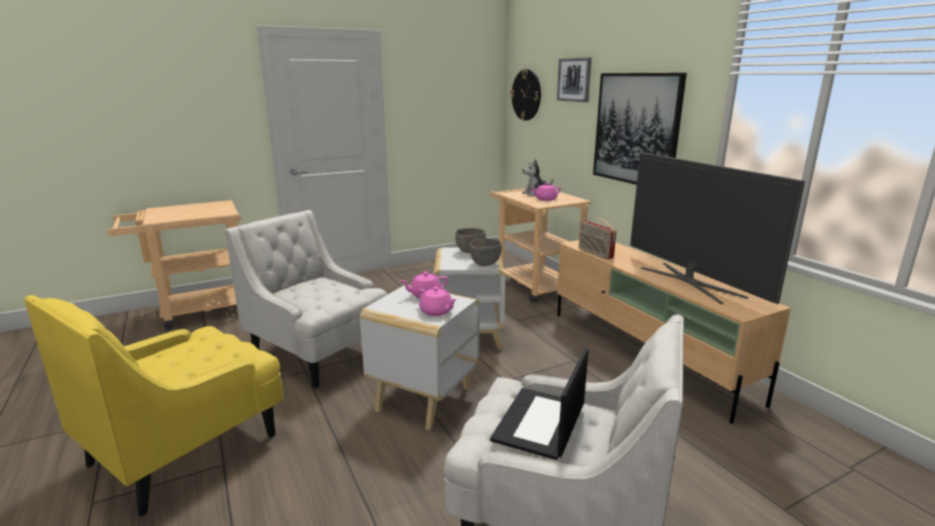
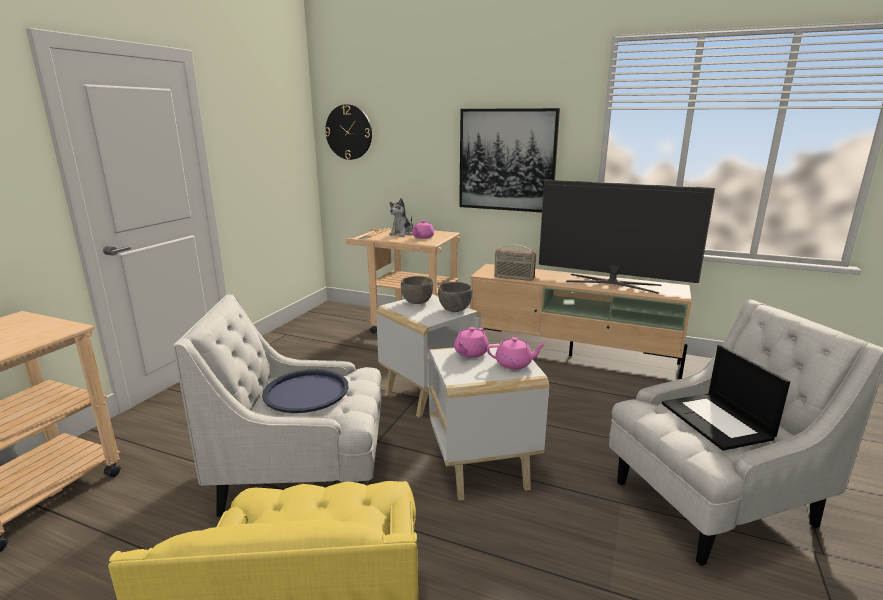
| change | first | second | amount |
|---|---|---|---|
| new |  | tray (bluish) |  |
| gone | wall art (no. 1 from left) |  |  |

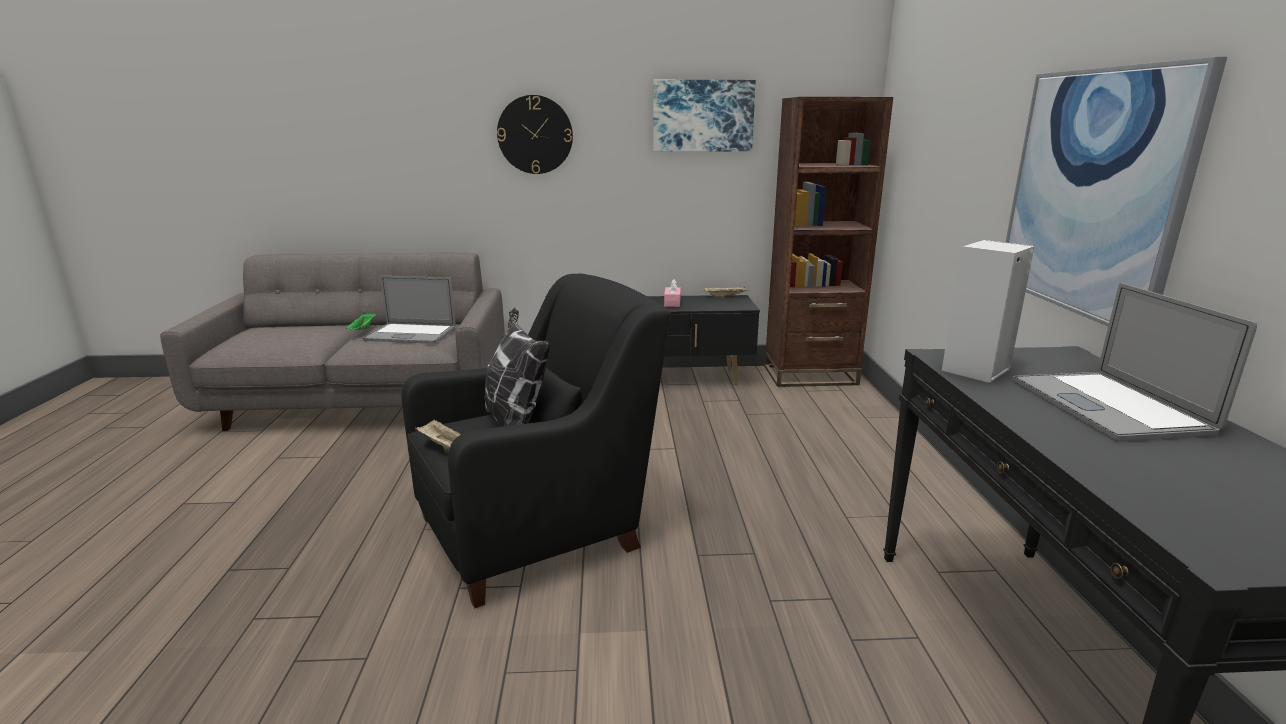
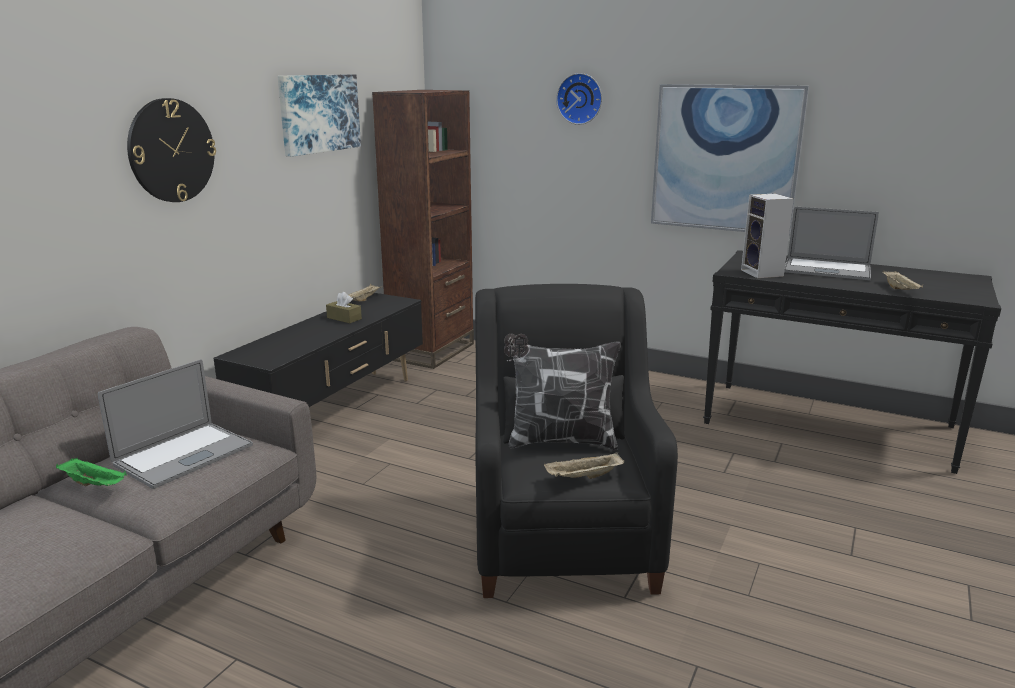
| change | first | second | amount |
|---|---|---|---|
| repainted | tissue box (pinkish) | tissue box (brownish) |  |
| new |  | wall clock (no. 2 from left) |  |
| new |  | tray (beige-coloured) (no. 3 from left) |  |

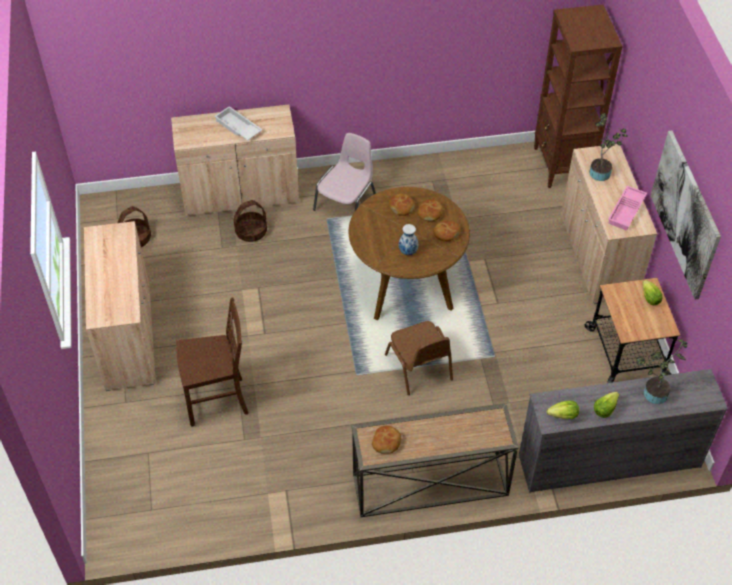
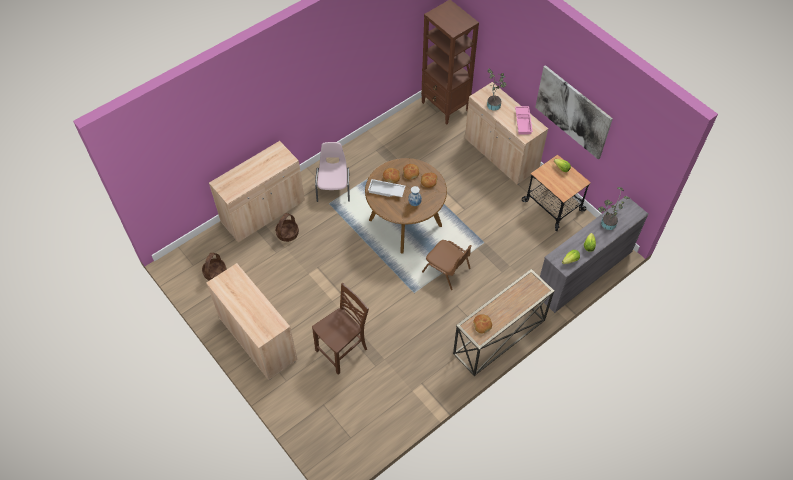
| change | first | second | amount |
|---|---|---|---|
| shifted | tray (whitish) |  |  |

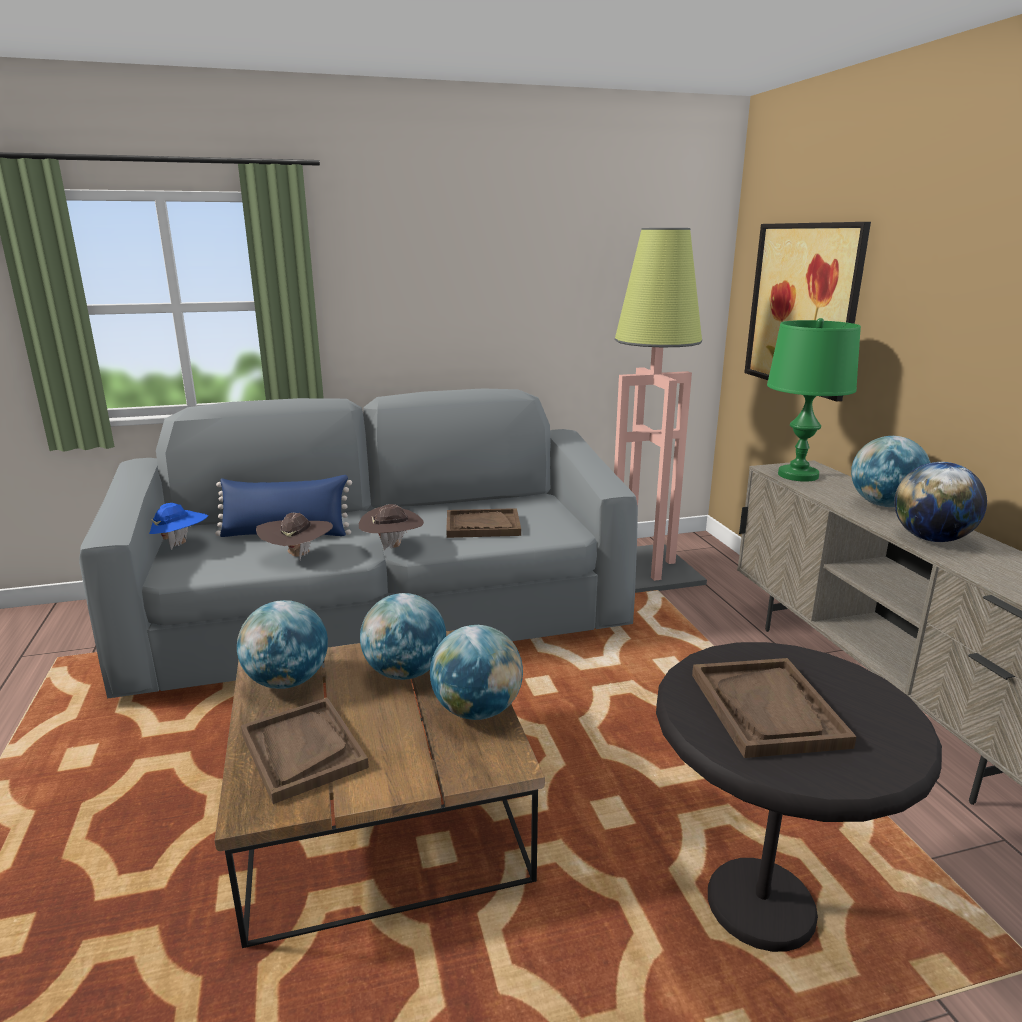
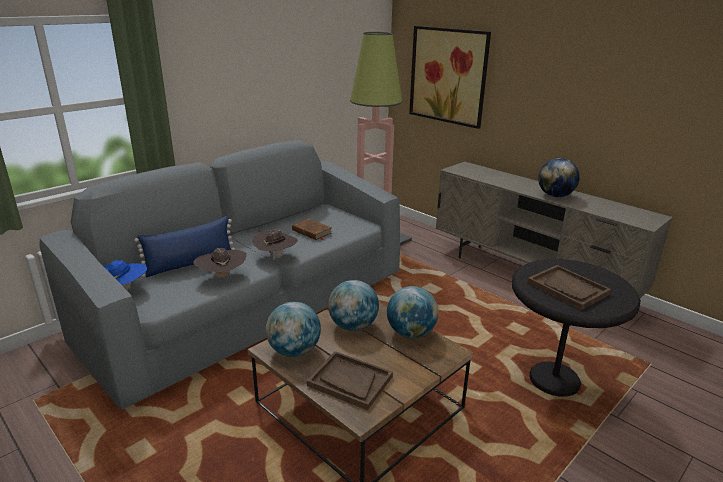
| change | first | second | amount |
|---|---|---|---|
| swapped | tray (brownish) (no. 2 from left) | bound book (brownish) |  |
| gone | tabletop lamp (greenish) |  |  |
| gone | desk globe (no. 4 from left) |  |  |

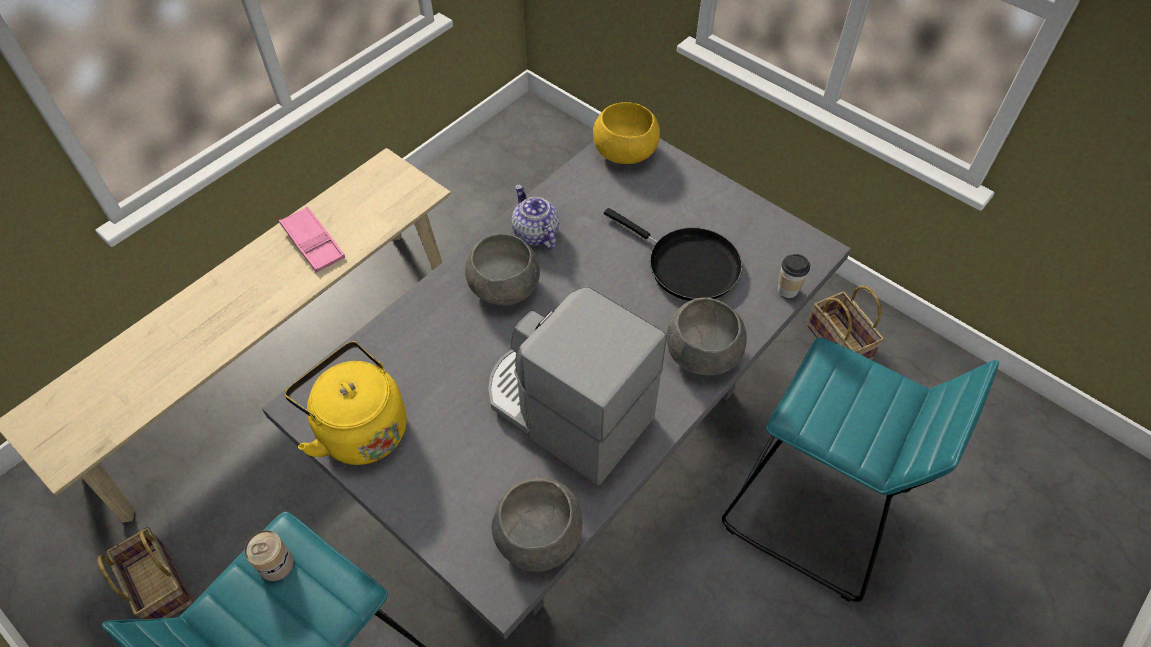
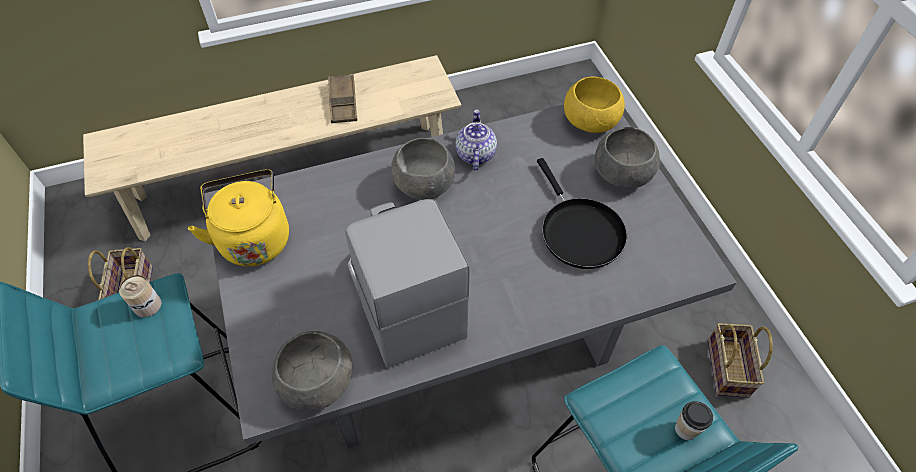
| change | first | second | amount |
|---|---|---|---|
| repainted | tray (pinkish) | tray (brownish) |  |
| shifted | serving bowl (greyish) (no. 3 from left) |  |  |
| shifted | small cup |  |  |

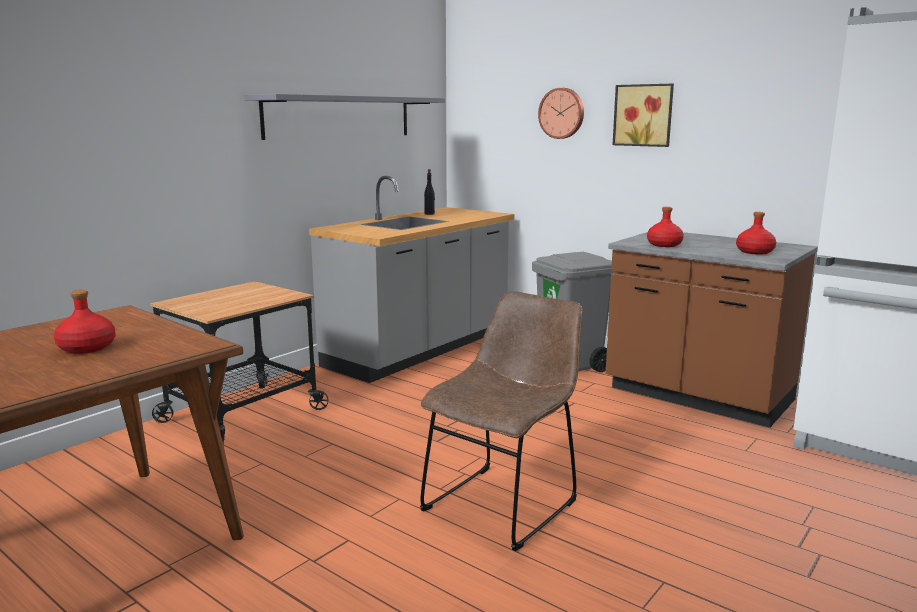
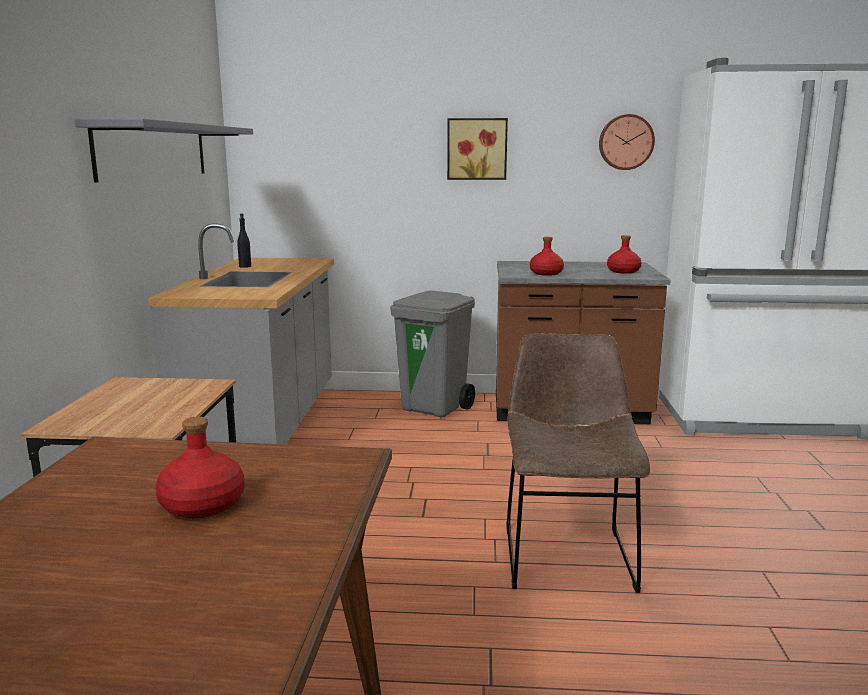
| change | first | second | amount |
|---|---|---|---|
| shifted | wall clock |  |  |

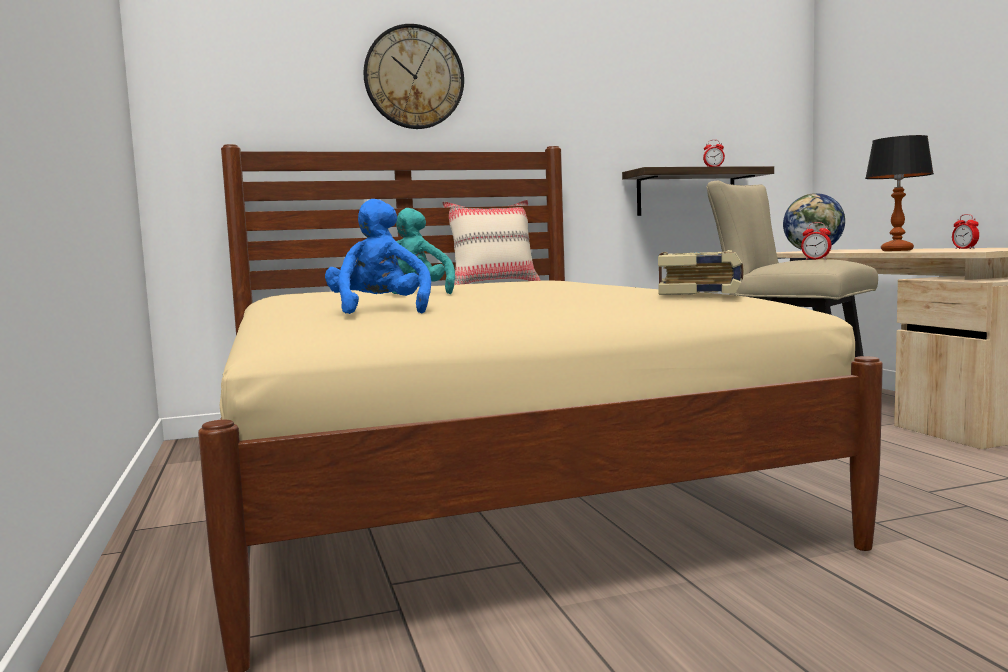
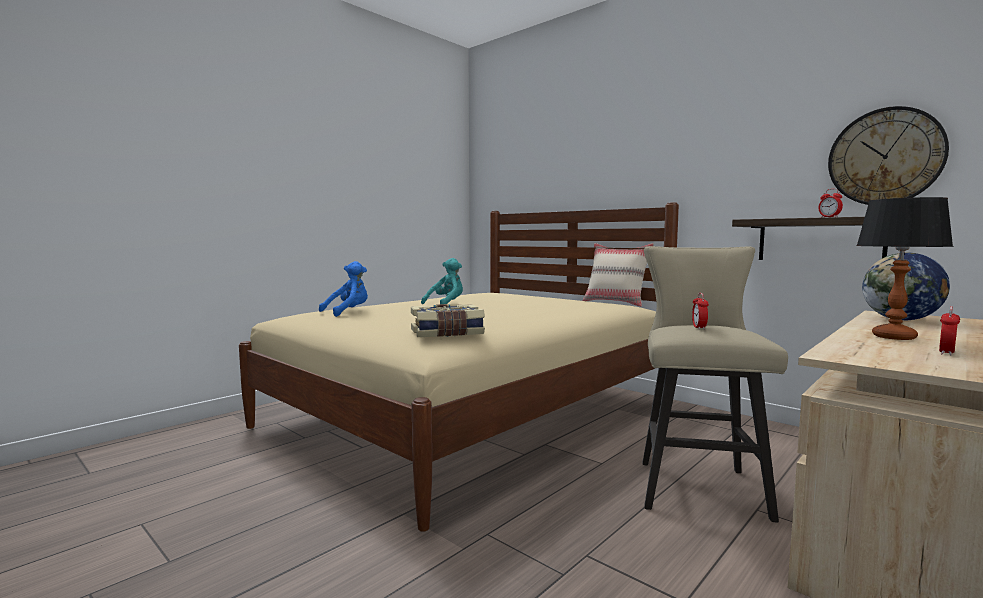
| change | first | second | amount |
|---|---|---|---|
| shifted | wall clock |  |  |

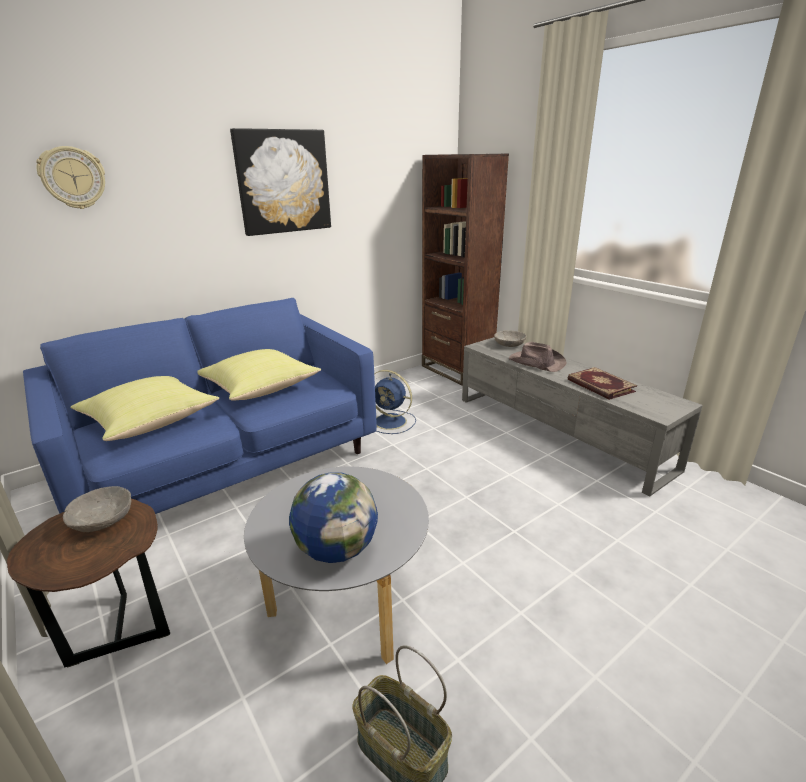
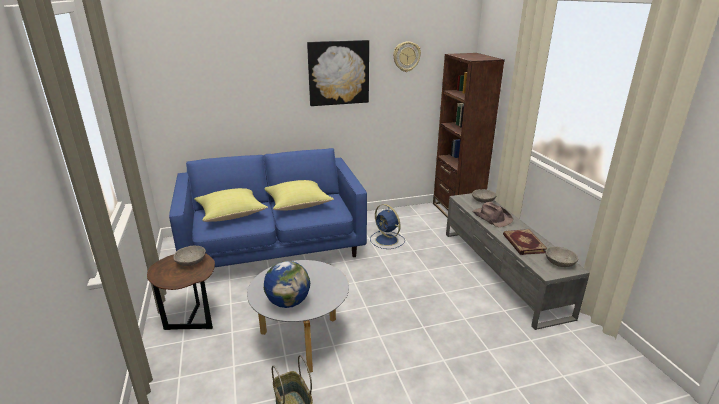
| change | first | second | amount |
|---|---|---|---|
| shifted | wall clock |  |  |
| new |  | serving bowl (greyish) (no. 3 from left) |  |

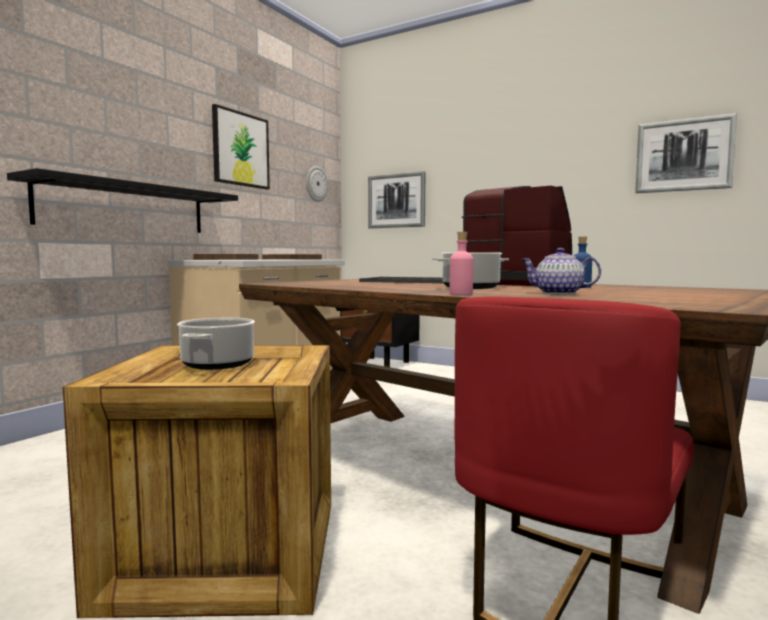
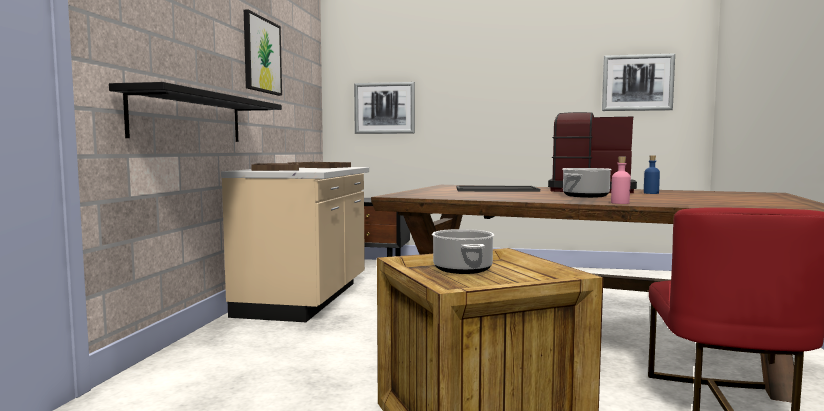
| change | first | second | amount |
|---|---|---|---|
| gone | wall clock |  |  |
| gone | tea pot |  |  |

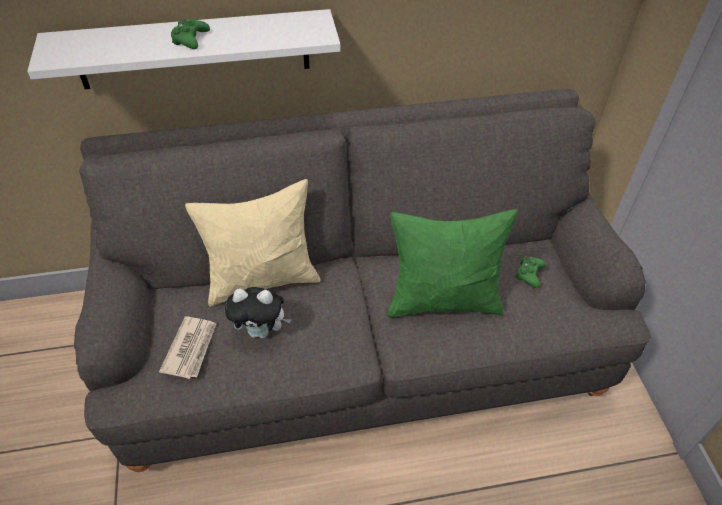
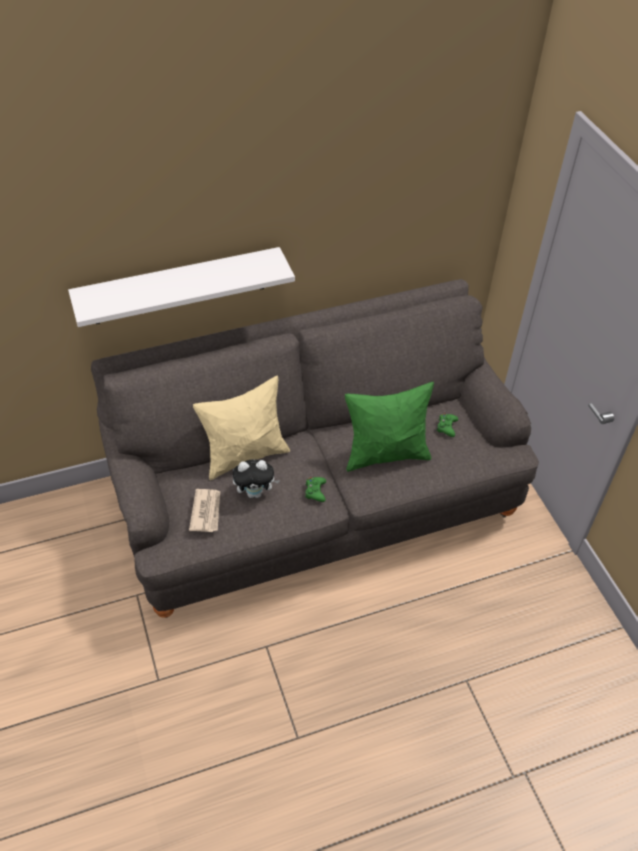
| change | first | second | amount |
|---|---|---|---|
| shifted | gamepad (greenish) (no. 1 from left) |  |  |

